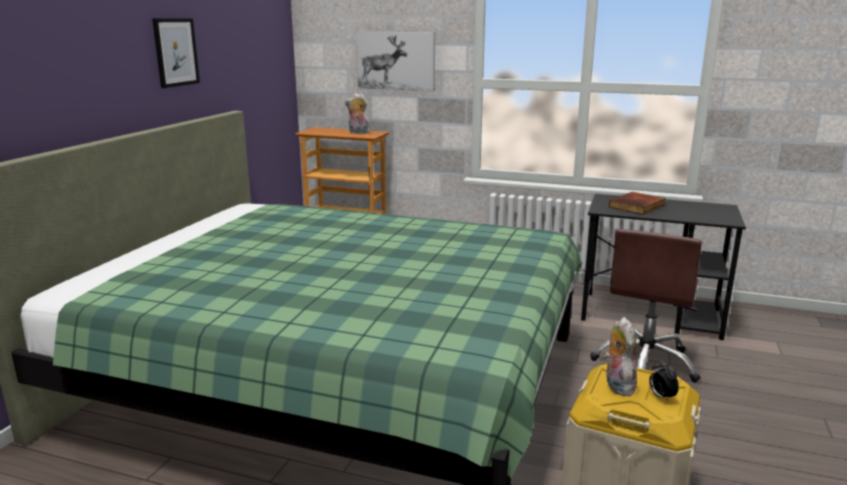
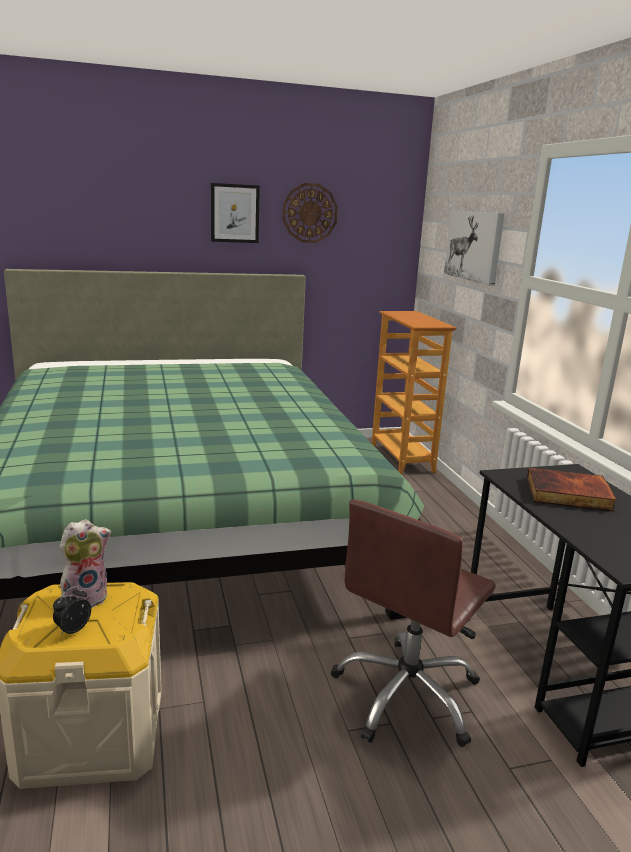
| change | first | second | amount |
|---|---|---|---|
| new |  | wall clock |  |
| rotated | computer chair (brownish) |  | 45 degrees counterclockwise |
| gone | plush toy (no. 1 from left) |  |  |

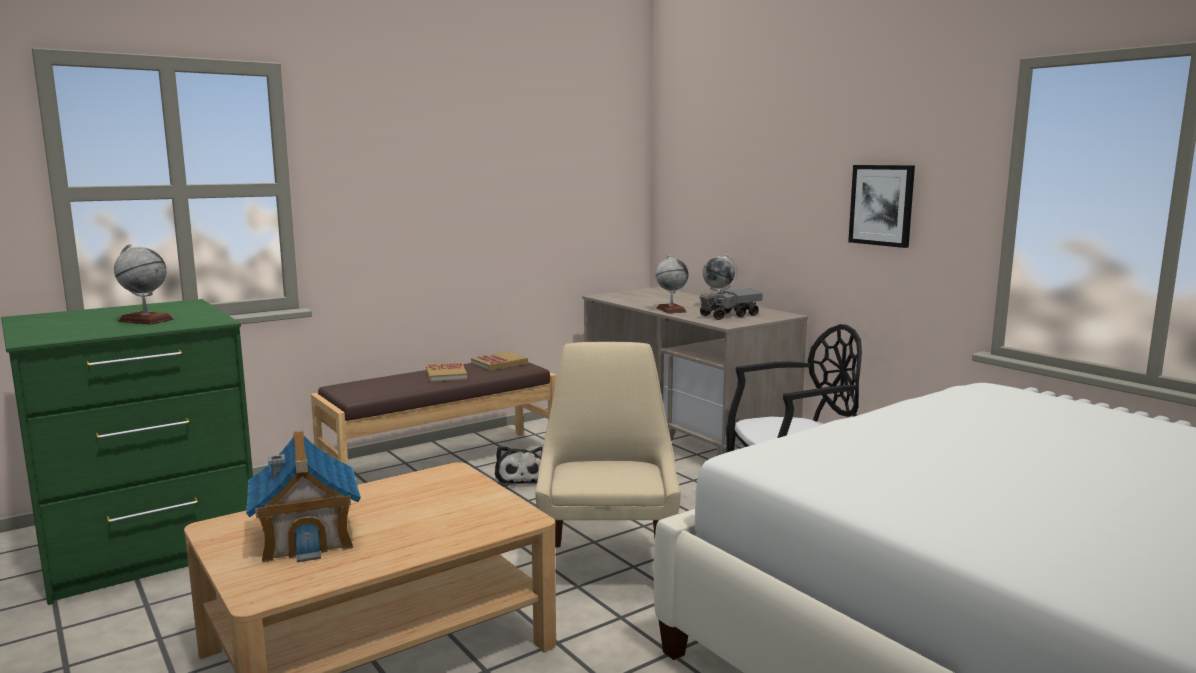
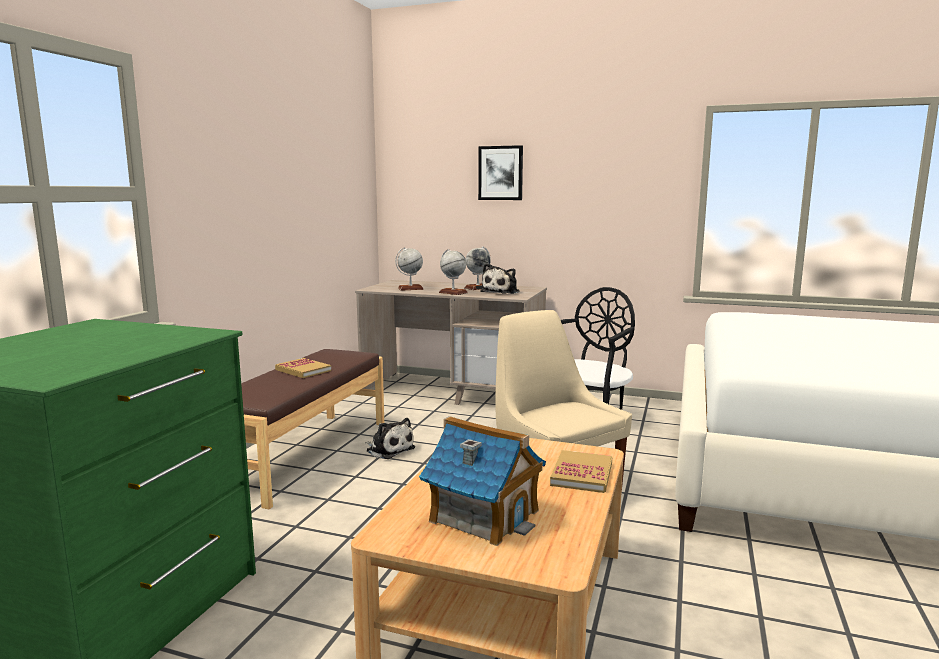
| change | first | second | amount |
|---|---|---|---|
| shifted | desk globe (no. 1 from left) |  |  |
| shifted | wall art |  |  |
| swapped | toy lorry | plush toy (no. 2 from left) |  |
| shifted | bound book (no. 2 from left) |  |  |

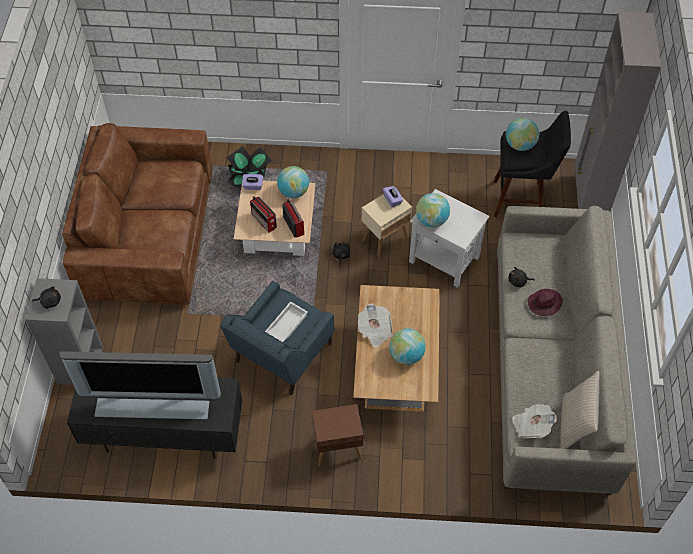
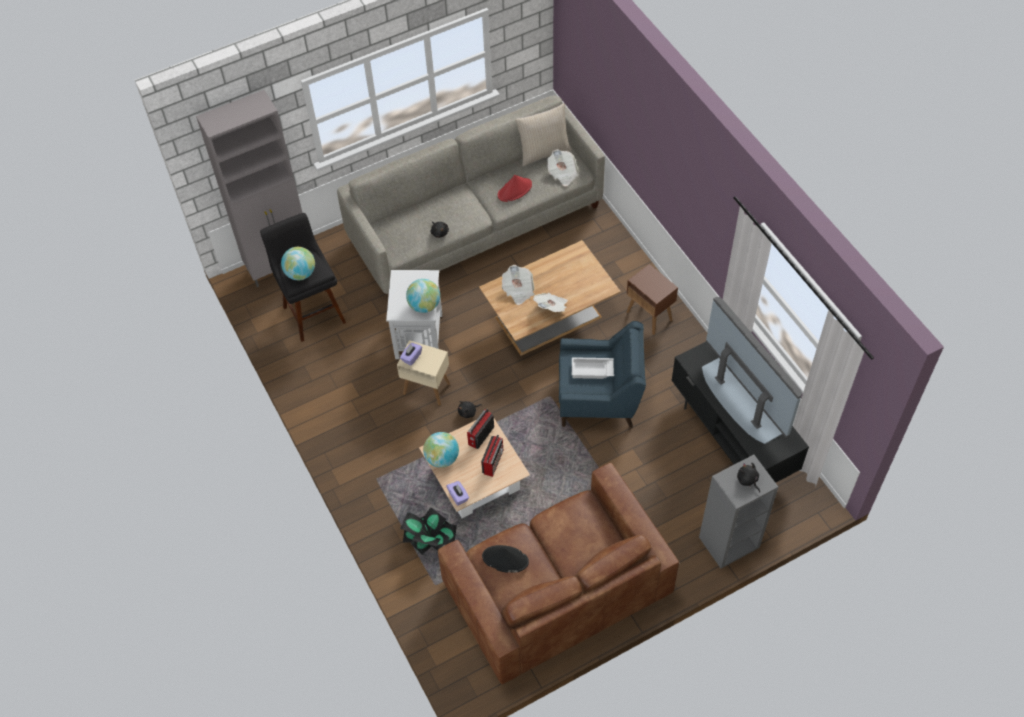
| change | first | second | amount |
|---|---|---|---|
| new |  | hat (black-coloured) |  |
| new |  | hat (red) |  |
| new |  | newspaper (no. 1 from left) |  |
| gone | desk globe (no. 2 from left) |  |  |
| gone | hat (purplish) |  |  |

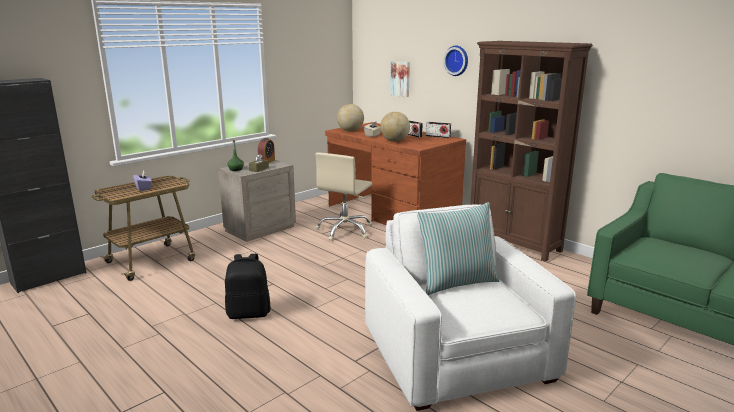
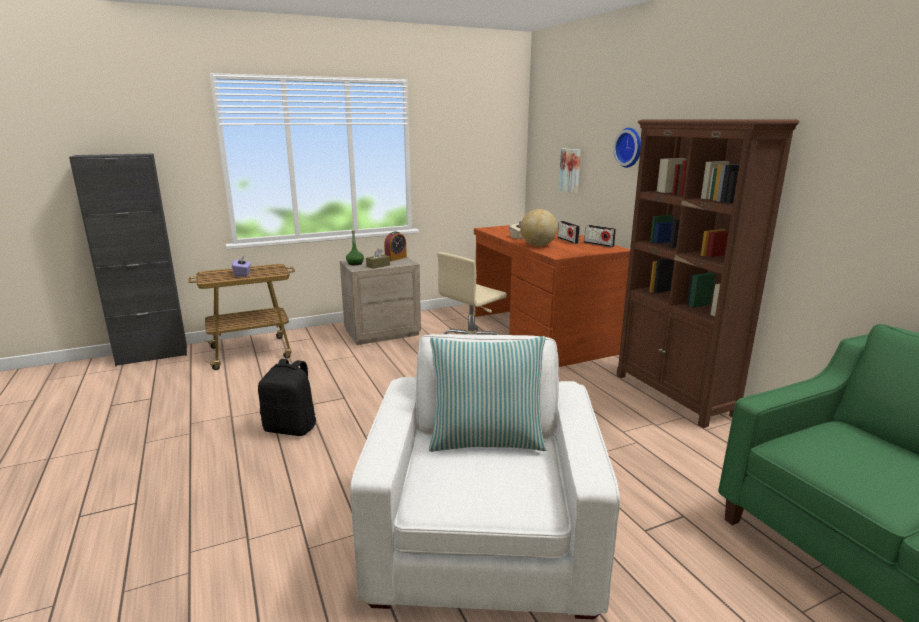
| change | first | second | amount |
|---|---|---|---|
| gone | desk globe (no. 1 from left) |  |  |

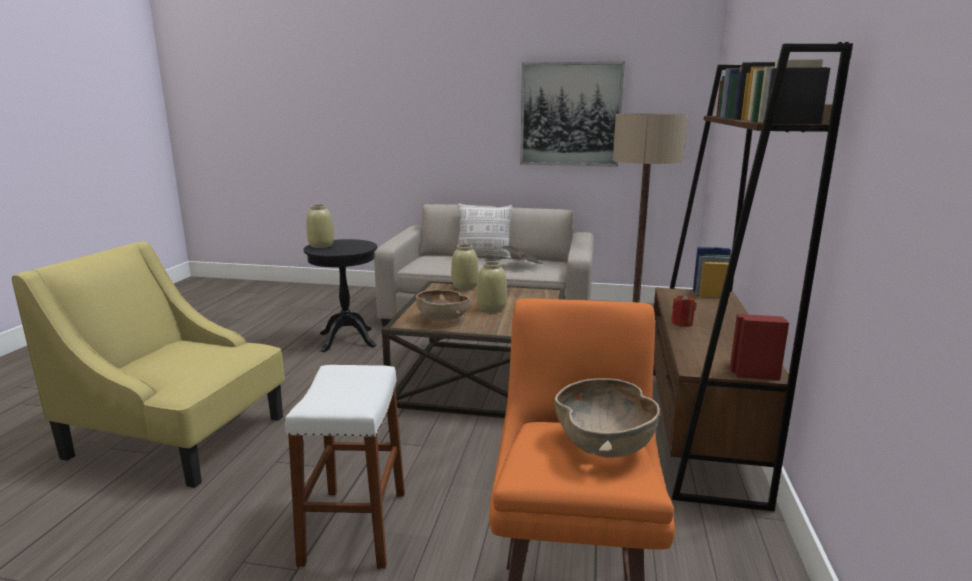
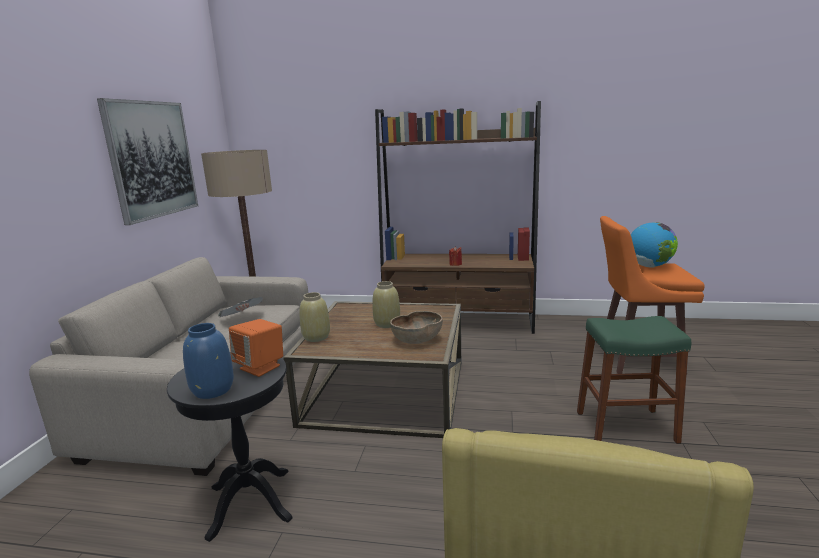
| change | first | second | amount |
|---|---|---|---|
| repainted | decorative vase (beige-coloured) (no. 1 from left) | decorative vase (bluish) |  |
| new |  | speaker (orangey) |  |
| repainted | stool seat (whitish) | stool seat (greenish) |  |
| swapped | serving bowl (brownish) (no. 2 from left) | desk globe |  |
| gone | throw pillow |  |  |

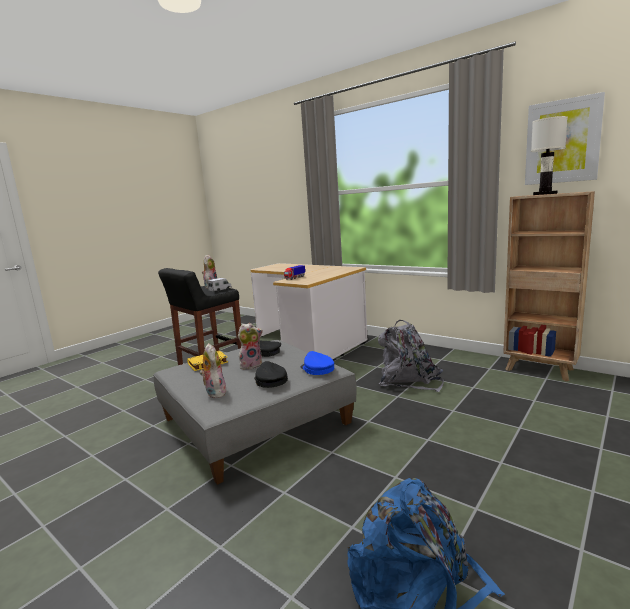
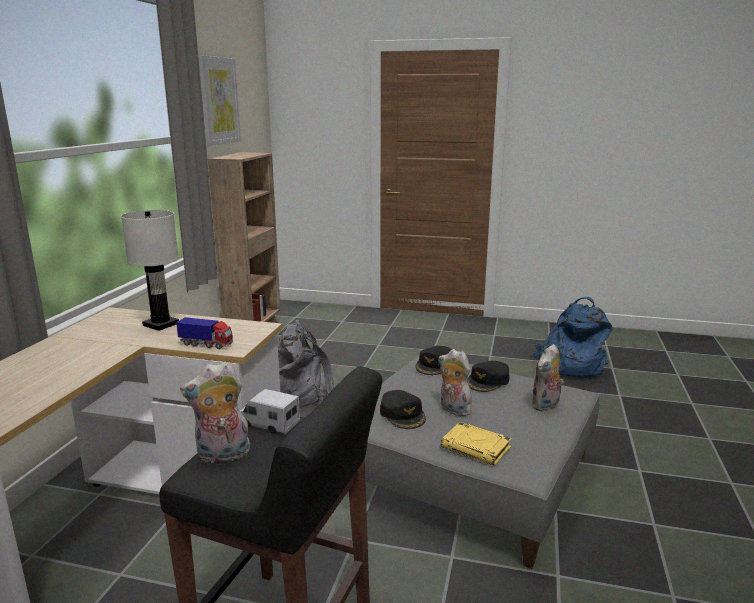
| change | first | second | amount |
|---|---|---|---|
| shifted | tabletop lamp (whitish) |  |  |
| repainted | peaked cap (bluish) | peaked cap (black-coloured) (no. 2 from left) |  |

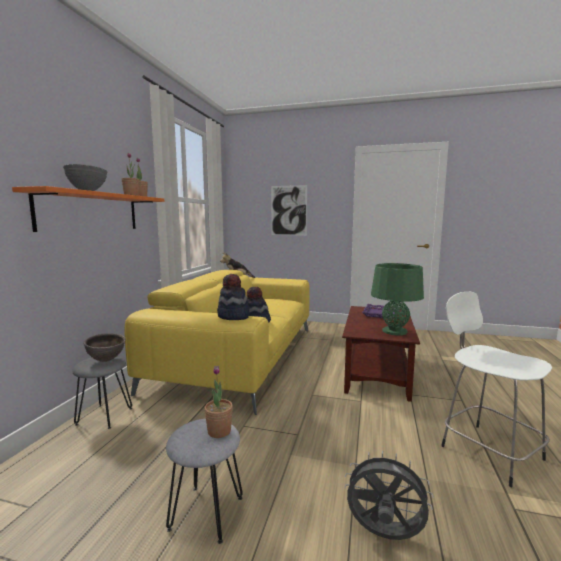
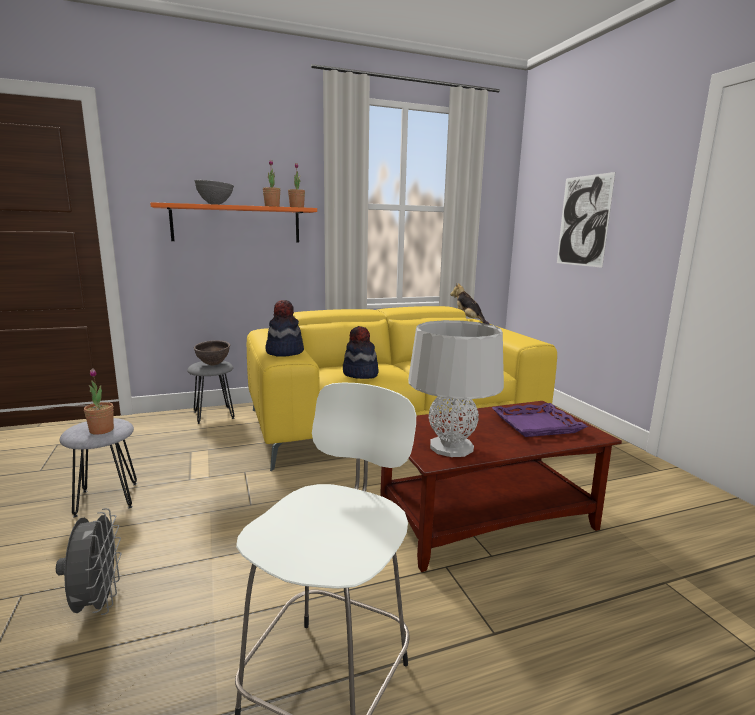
| change | first | second | amount |
|---|---|---|---|
| repainted | tabletop lamp (greenish) | tabletop lamp (greyish) |  |

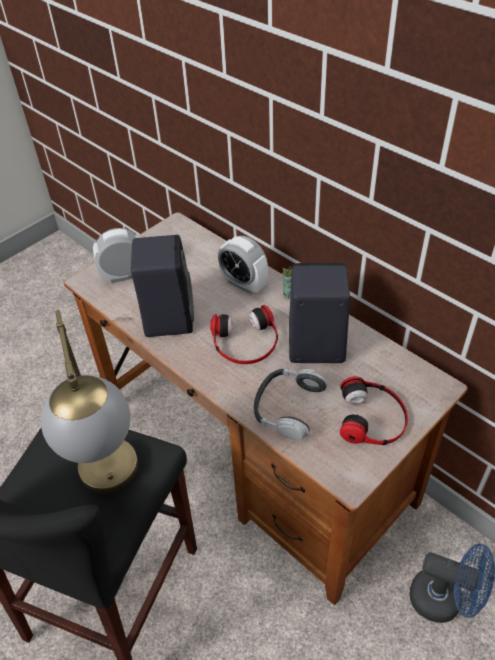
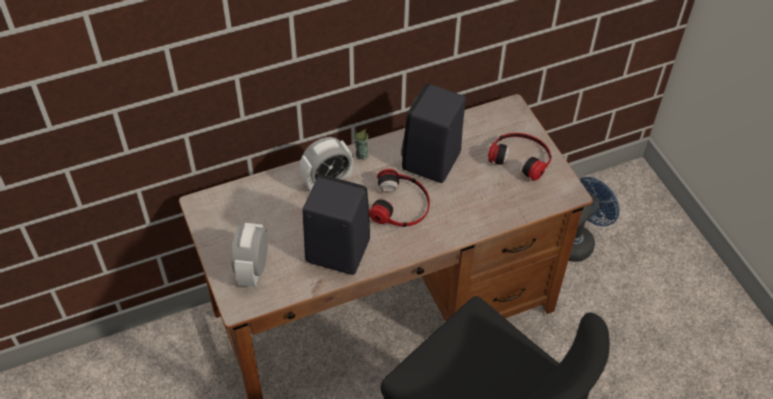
| change | first | second | amount |
|---|---|---|---|
| gone | tabletop lamp |  |  |
| gone | headphones (no. 2 from left) |  |  |

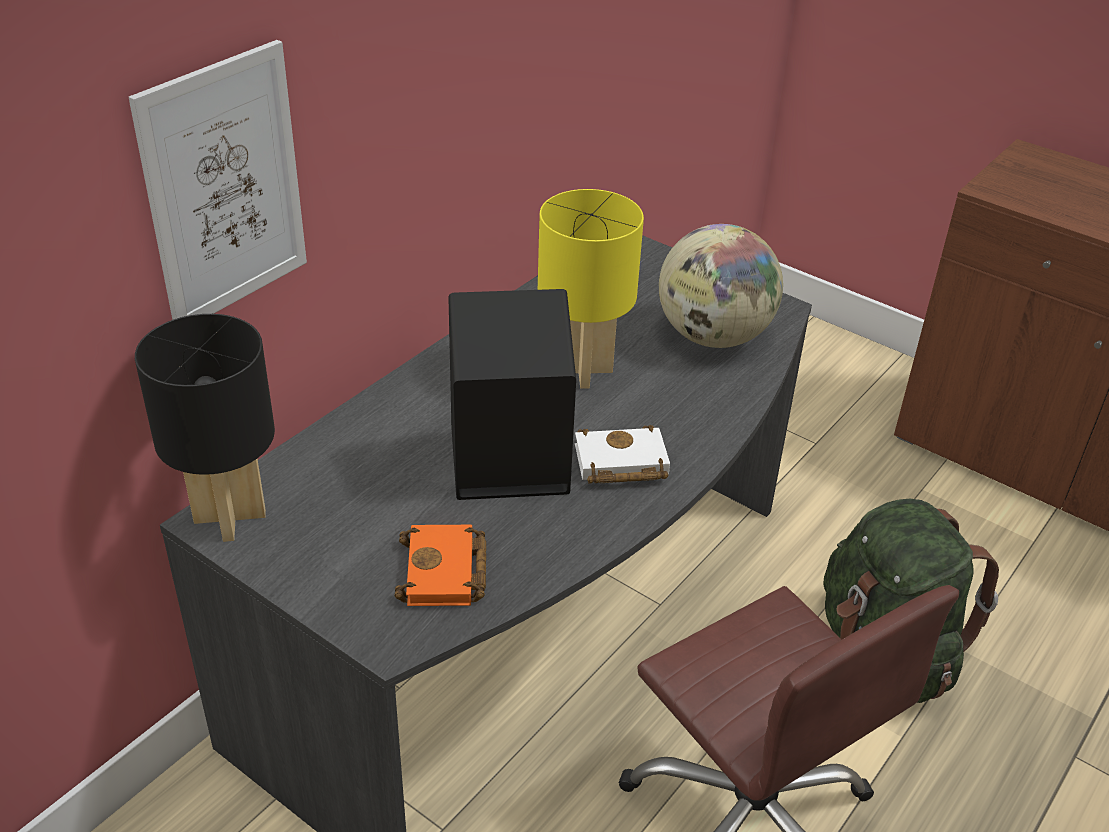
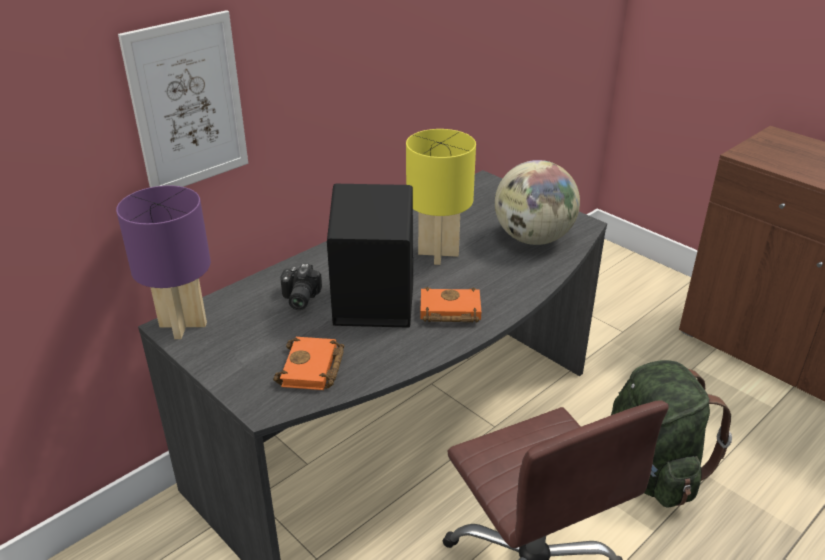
| change | first | second | amount |
|---|---|---|---|
| repainted | tabletop lamp (black-coloured) | tabletop lamp (purplish) |  |
| new |  | still camera |  |
| repainted | bound book (whitish) | bound book (orangey) (no. 2 from left) |  |

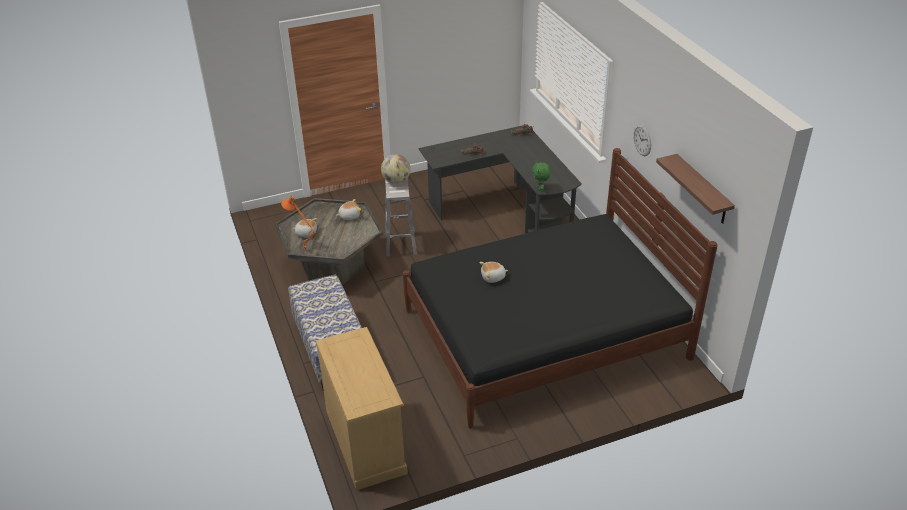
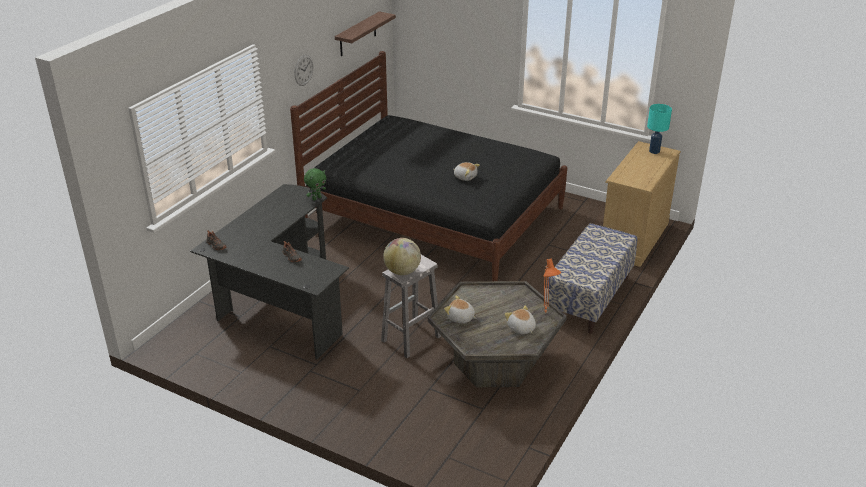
| change | first | second | amount |
|---|---|---|---|
| new |  | tabletop lamp (turquoise-coloured) |  |

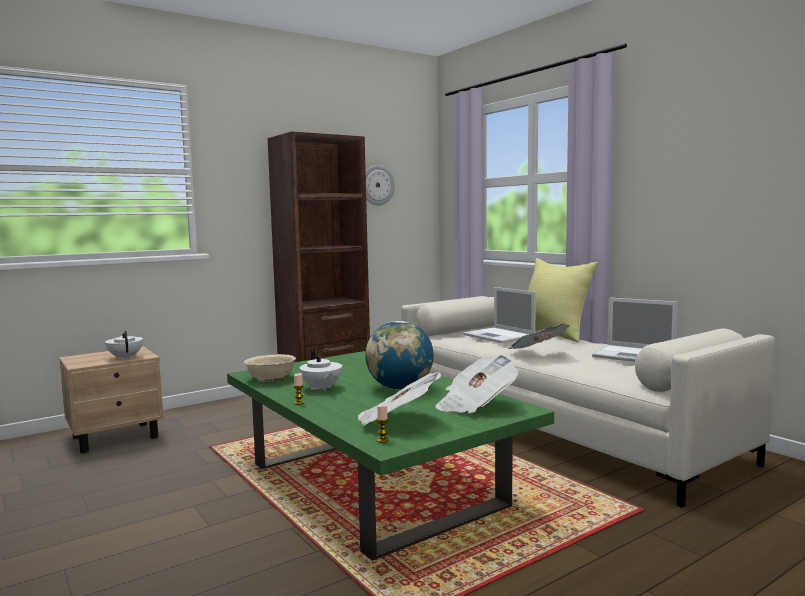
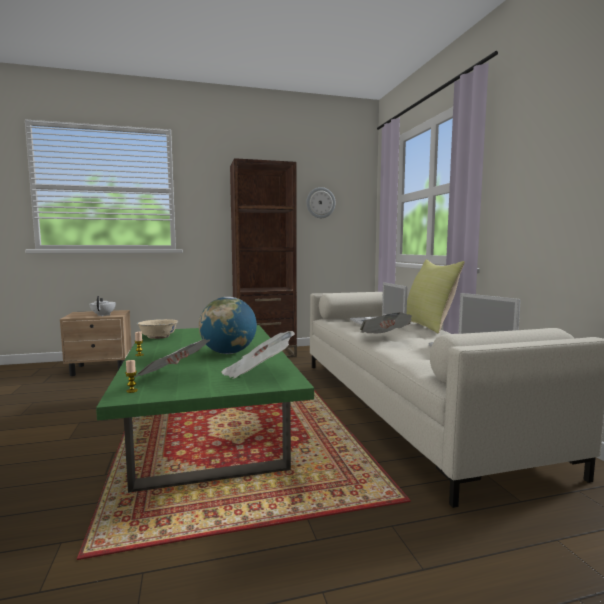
| change | first | second | amount |
|---|---|---|---|
| gone | tea pot (whitish) (no. 2 from left) |  |  |

